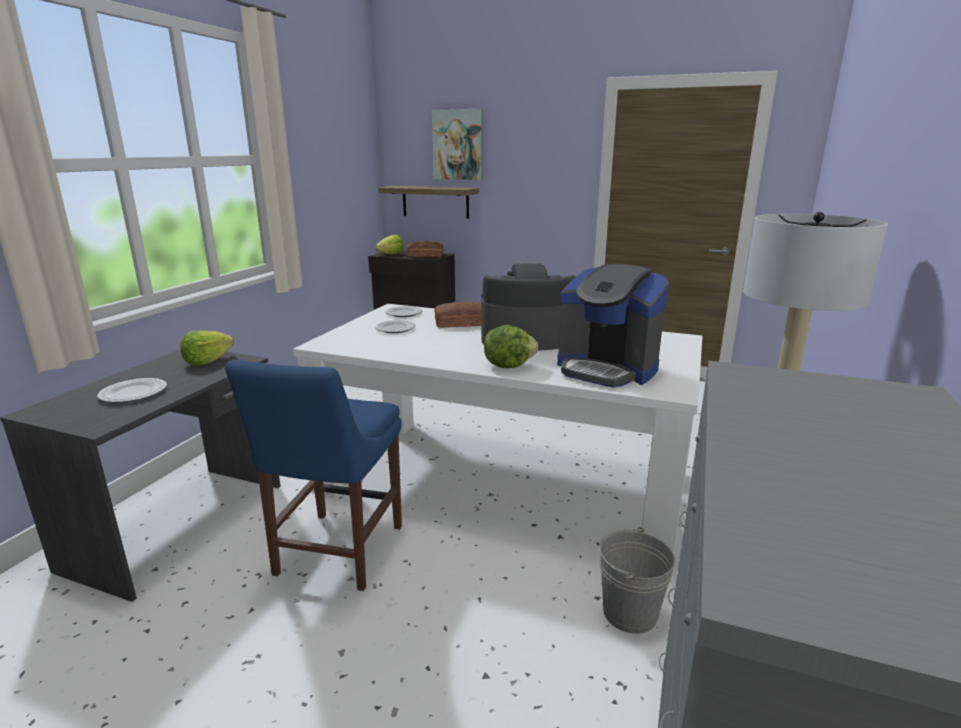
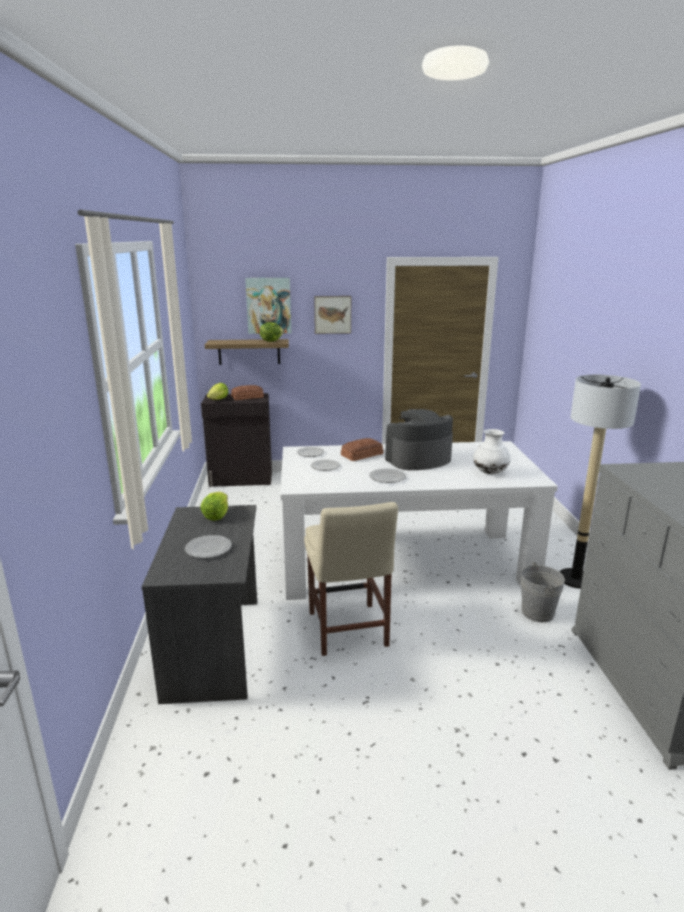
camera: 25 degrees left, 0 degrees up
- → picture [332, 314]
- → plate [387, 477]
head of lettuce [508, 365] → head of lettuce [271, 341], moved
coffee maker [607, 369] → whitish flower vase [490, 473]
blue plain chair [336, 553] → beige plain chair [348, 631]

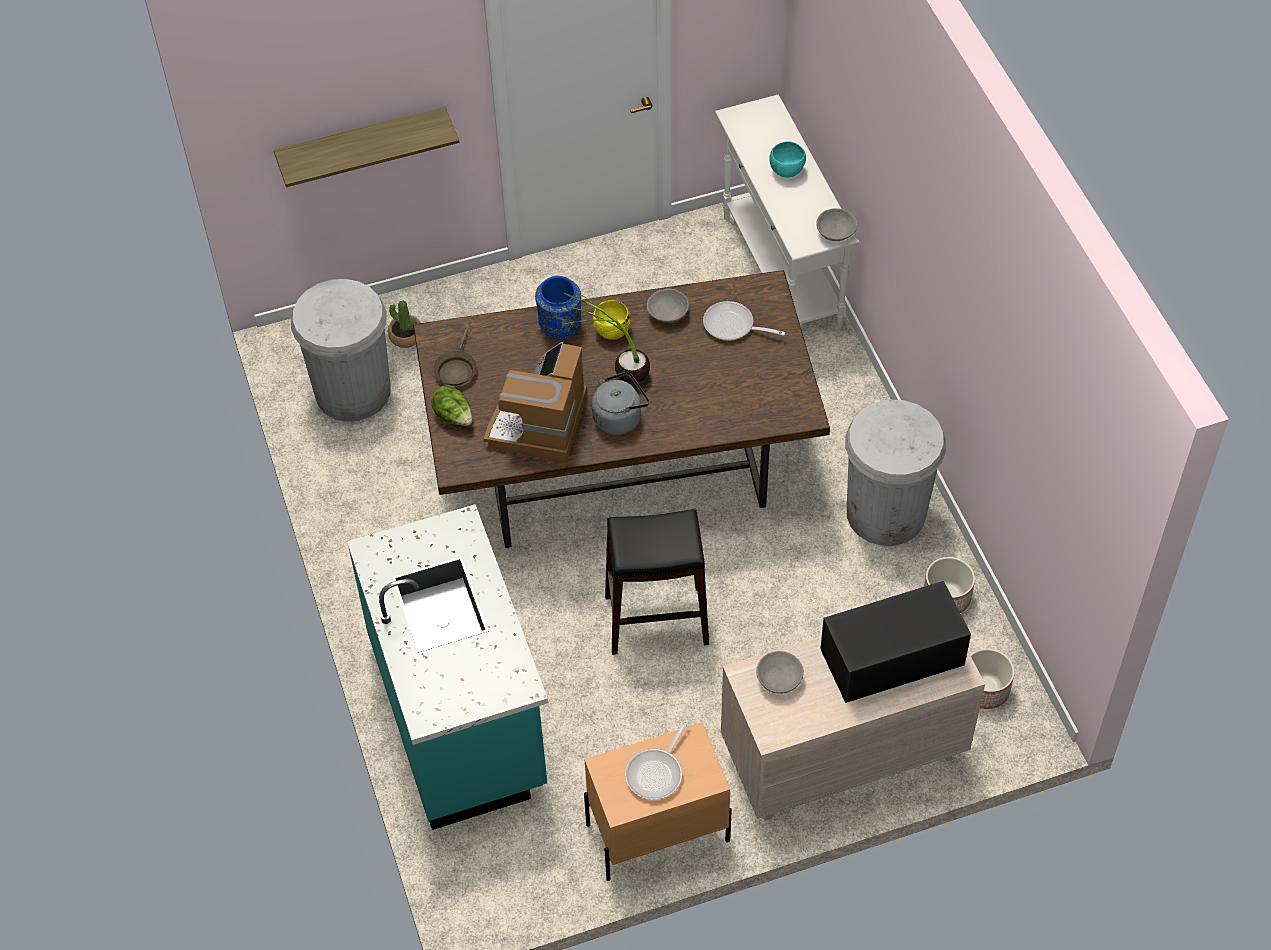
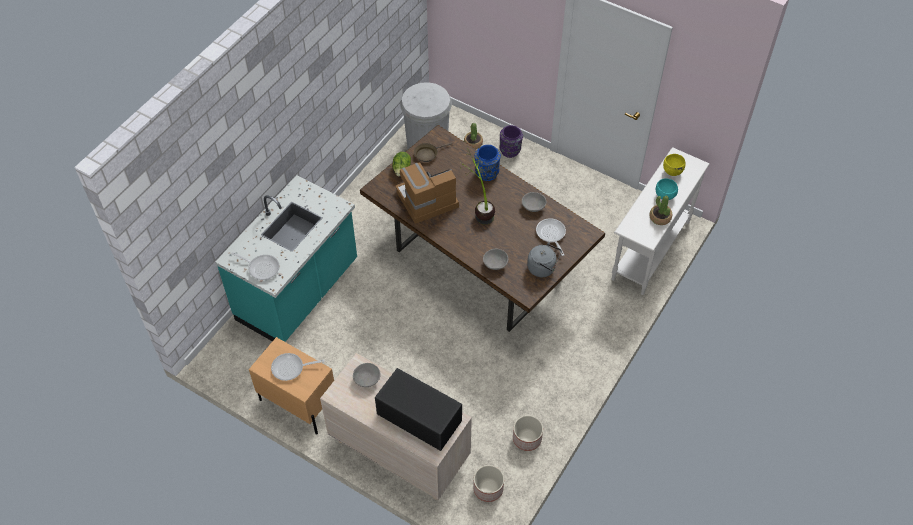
camera: 50 degrees right, 0 degrees up
wall shelf [362, 143] → -
black-coloured stool seat [656, 620] → -
whitish rubbish bin [886, 513] → -
- → skillet [261, 268]
- → purplish flower vase [510, 151]
- → houseplant [660, 217]
grey kettle [619, 418] → grey kettle [543, 268], moved
yellow-coloured serving bowl [612, 332] → yellow-coloured serving bowl [672, 171], moved
grey serving bowl [836, 233] → grey serving bowl [495, 264], moved

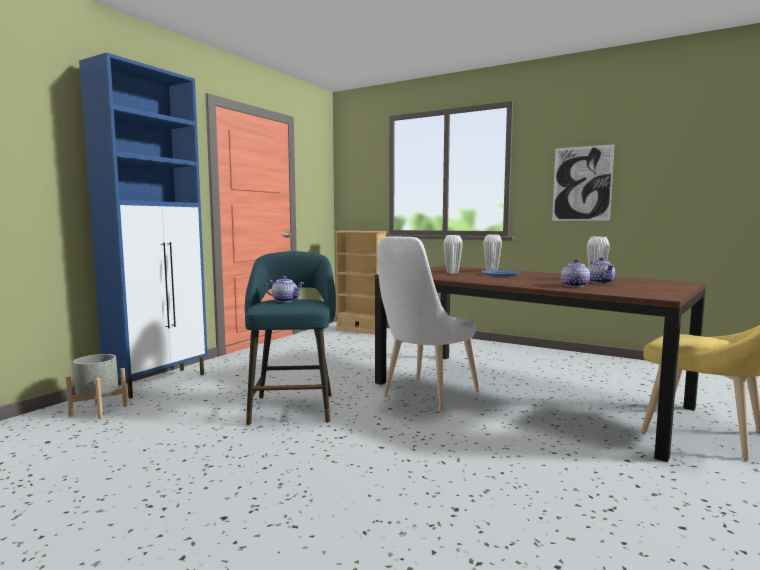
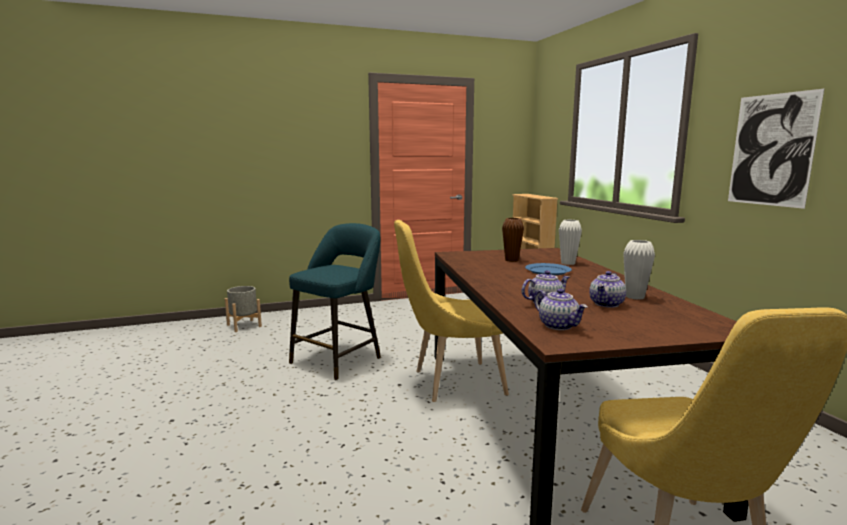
camera: 40 degrees right, 5 degrees up
blue cabinet [160, 382] → -
tea pot [285, 300] → tea pot [559, 325], moved
whitish plain chair [426, 395] → yellow-coloured plain chair [452, 383]
whitish flower vase [452, 273] → brown flower vase [511, 260]

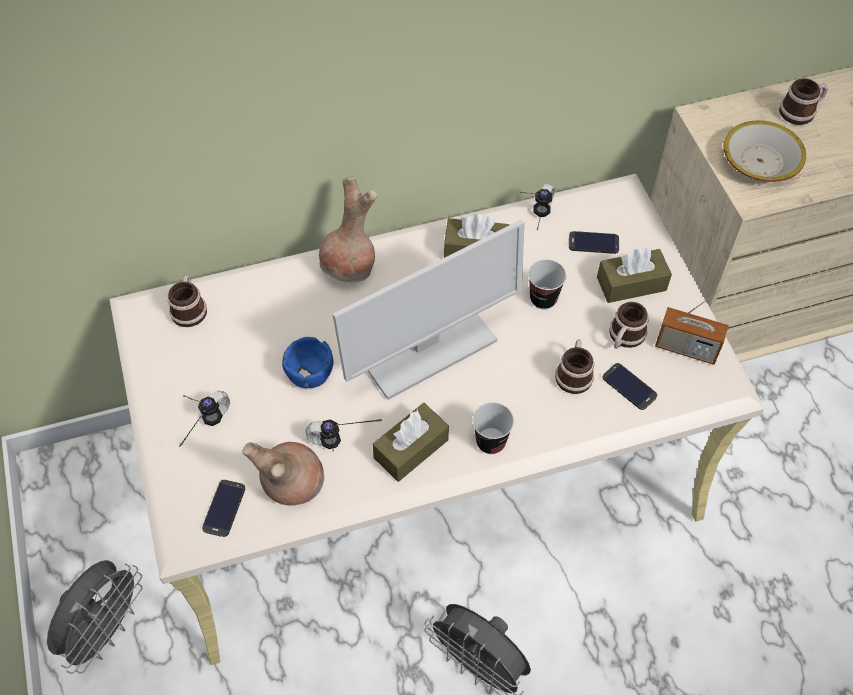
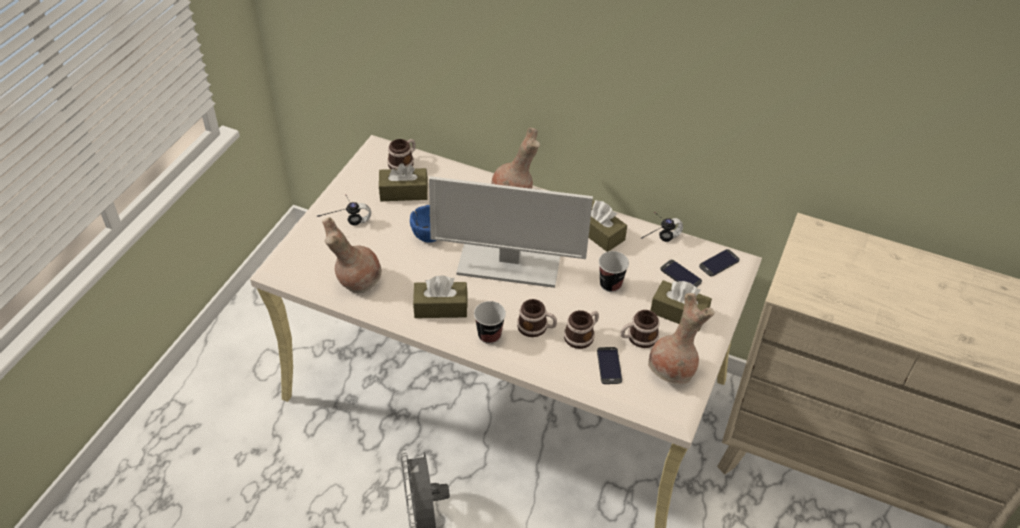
camera: 40 degrees right, 10 degrees down
grey electric fan [106, 630] → -
headphones [343, 449] → -
serving bowl [759, 161] → -
- → brown tissue box [403, 192]
handset [224, 508] → handset [719, 263], moved
coffee mug [801, 111] → coffee mug [536, 327], moved
radio set [686, 348] → brown flower vase [673, 371]

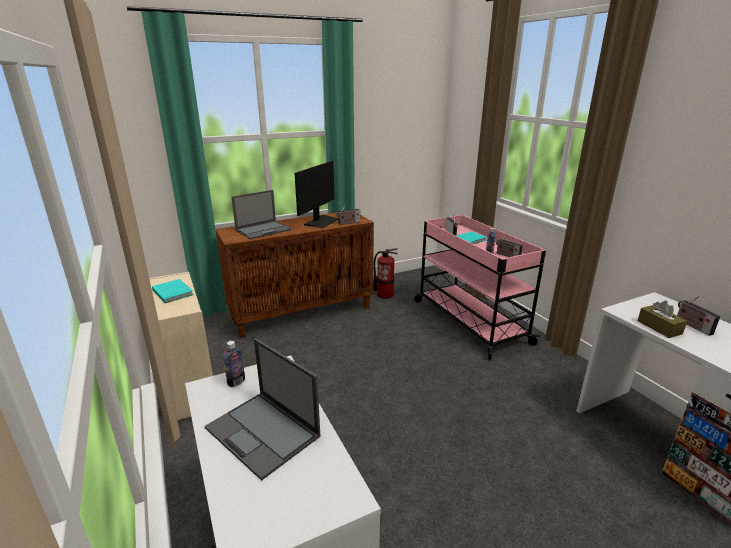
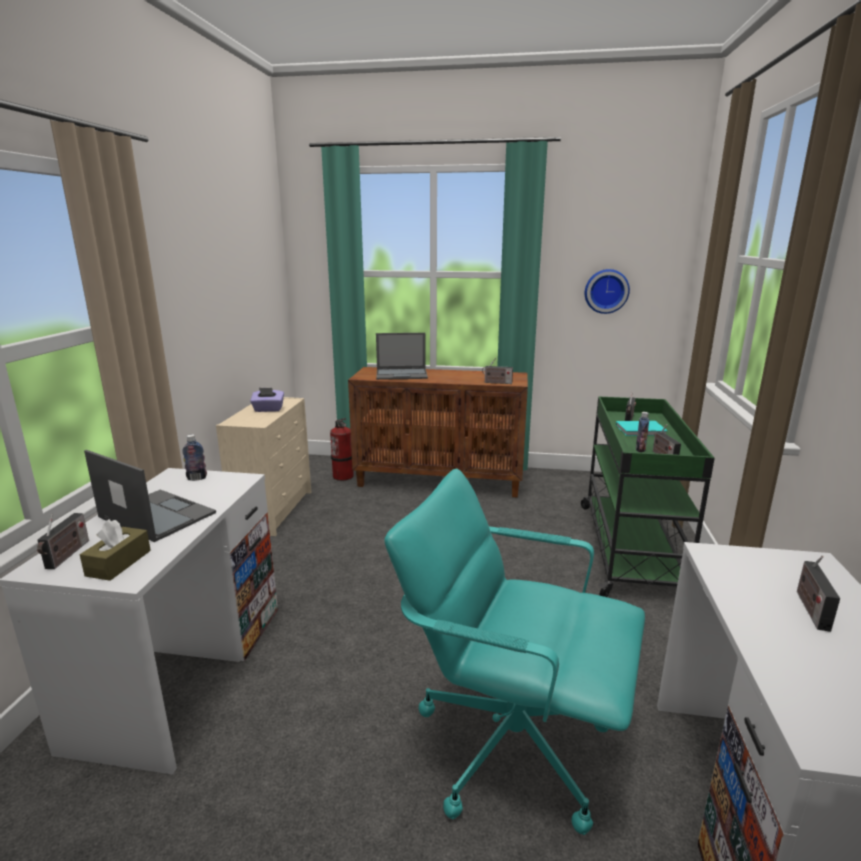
camera: 35 degrees right, 5 degrees down
computer display [321, 221] → -
- → radio set [67, 555]
- → turquoise computer chair [511, 742]
- → wall clock [606, 291]
extinguisher [385, 295] → extinguisher [343, 476], moved
brown tissue box [659, 327] → brown tissue box [119, 563], moved
turquoise bound book [173, 292] → purplish tissue box [268, 409]
pink wheeled cart [468, 321] → greenish wheeled cart [629, 548]
portable computer [263, 433] → portable computer [156, 515], 135 degrees clockwise

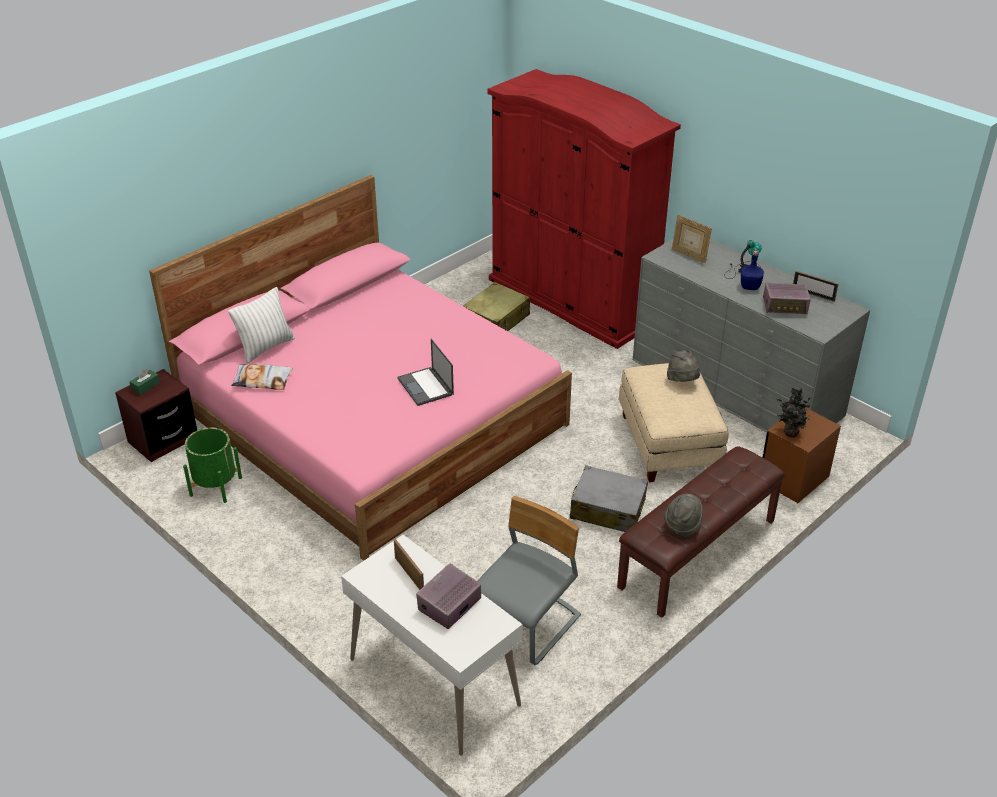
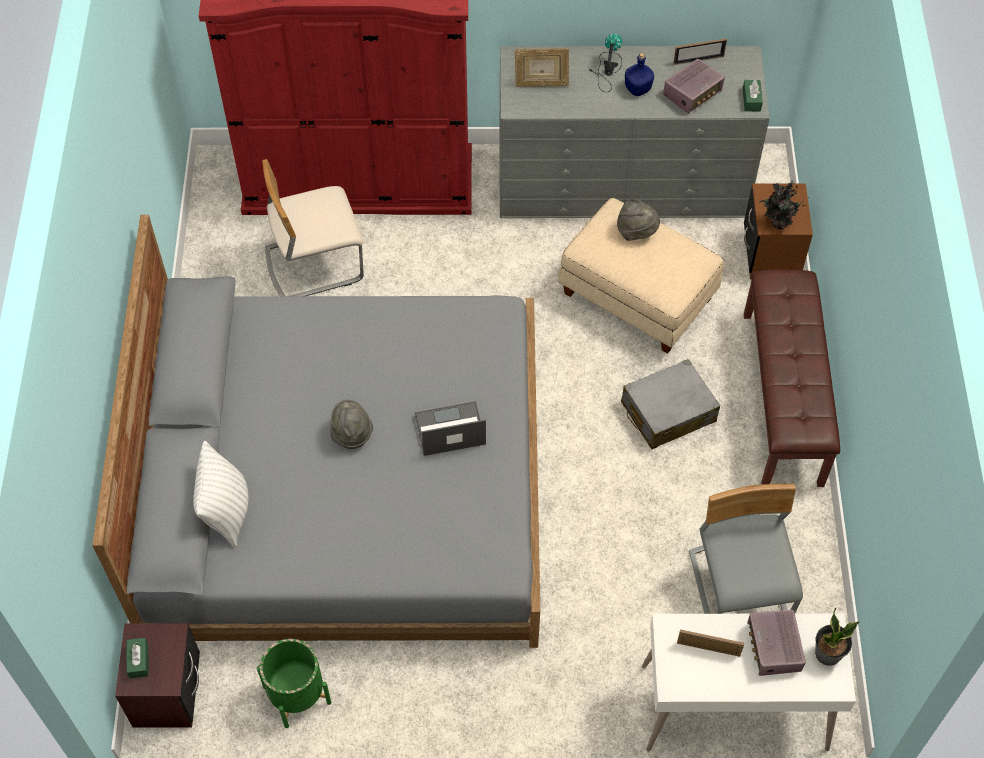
camera: 45 degrees left, 20 degrees up
cushion [262, 380] → -
- → greenish tissue box [751, 100]
- → houseplant [828, 654]
grey clothing hat [682, 526] → grey clothing hat [351, 434], moved
beige travel case [496, 319] → beige plain chair [314, 263]
pink bed [373, 419] → grey bed [347, 486]
portable computer [426, 387] → portable computer [449, 429], 150 degrees clockwise

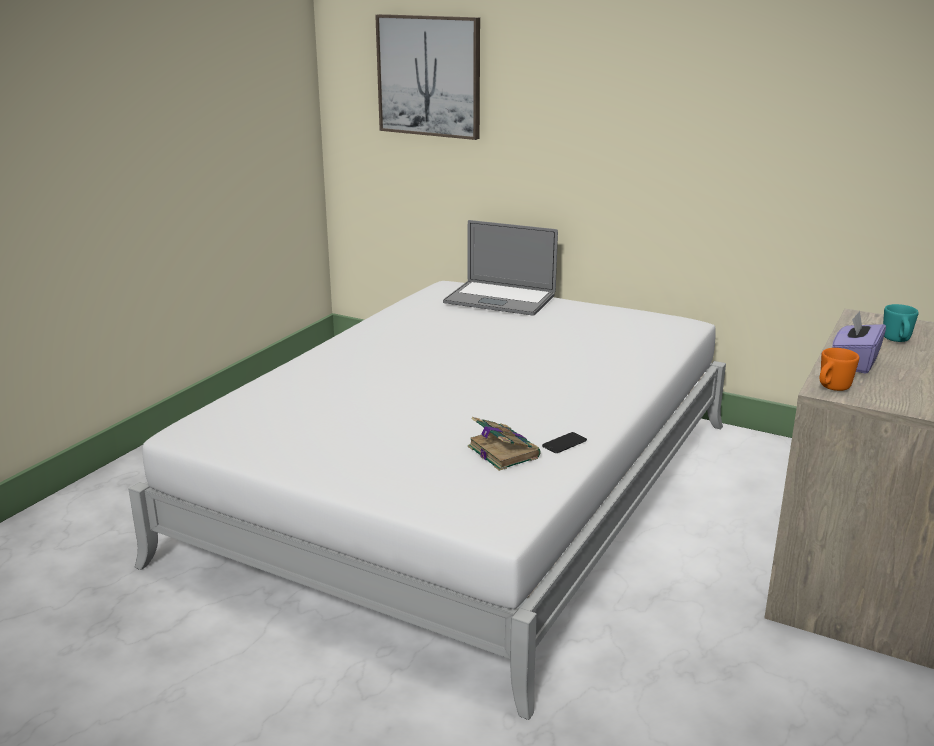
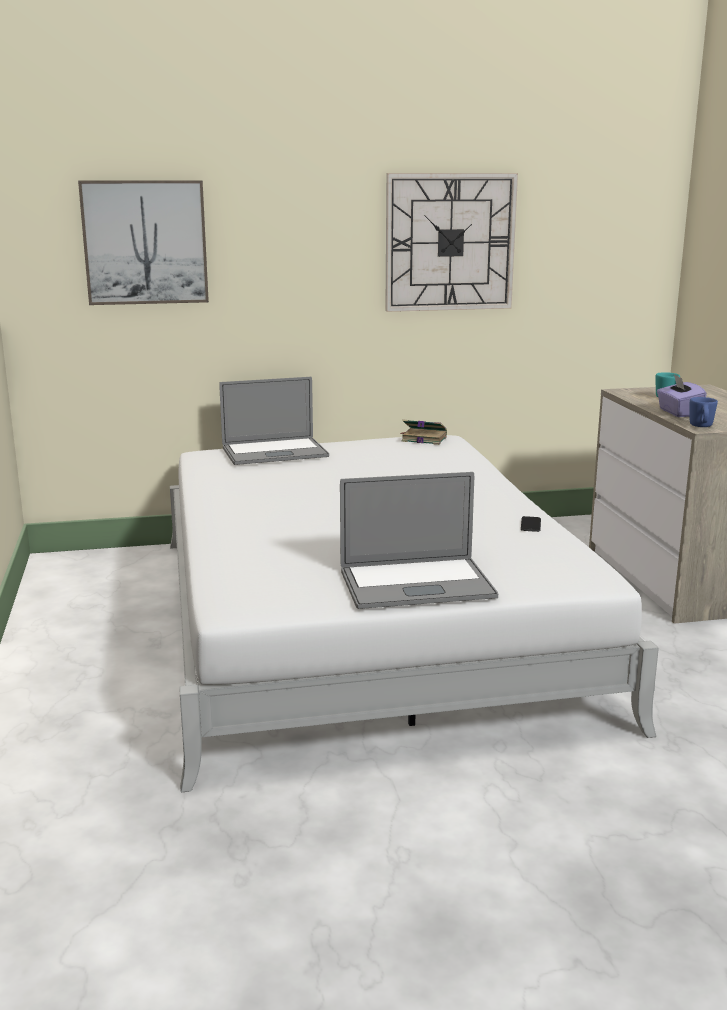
camera: 40 degrees left, 5 degrees down
- → portable computer [416, 584]
- → wall clock [450, 242]
bound book [502, 451] → bound book [423, 439], moved
orange-coloured coffee mug [831, 388] → blue coffee mug [701, 426]

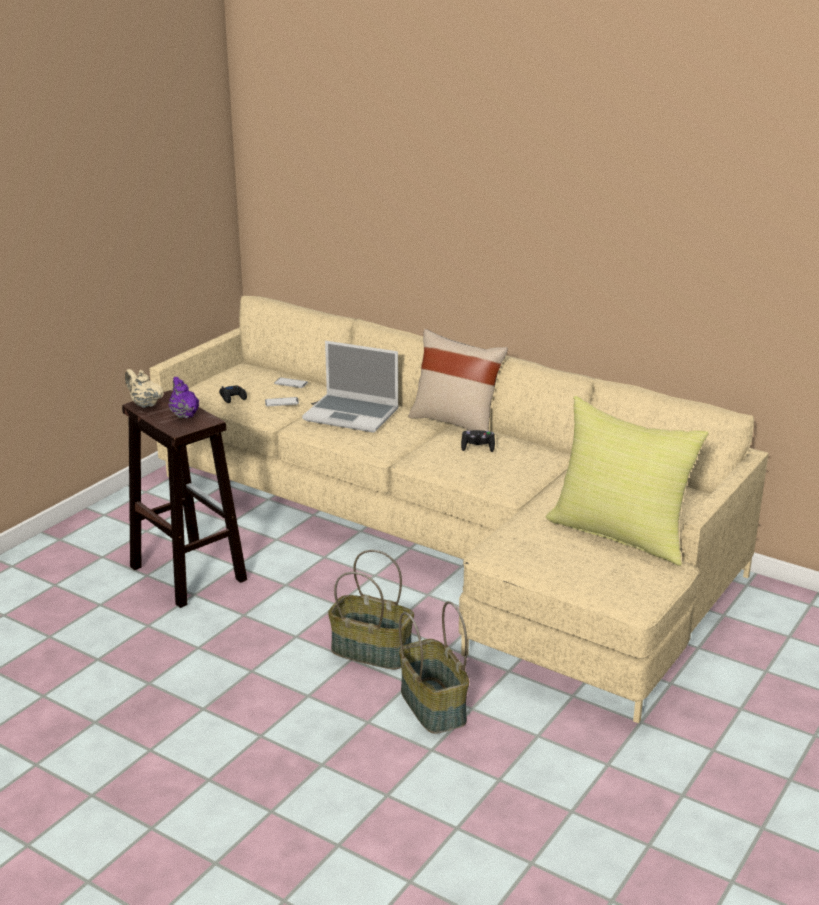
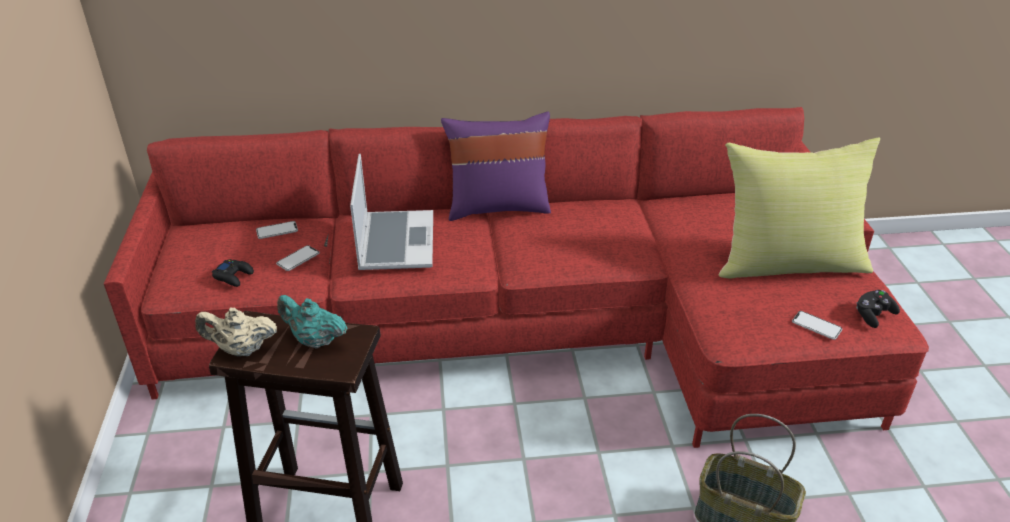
camera: 40 degrees left, 10 degrees up
storage basket [372, 651] → -
- → handset [816, 326]
black-coloured gamepad [478, 448] → black-coloured gamepad [873, 315], moved
beige settee [451, 541] → red-coloured settee [532, 328]
purplish tea pot [184, 414] → turquoise tea pot [314, 340]
beige cushion [456, 422] → purplish cushion [498, 207]
portable computer [353, 415] → portable computer [395, 241], 75 degrees counterclockwise

